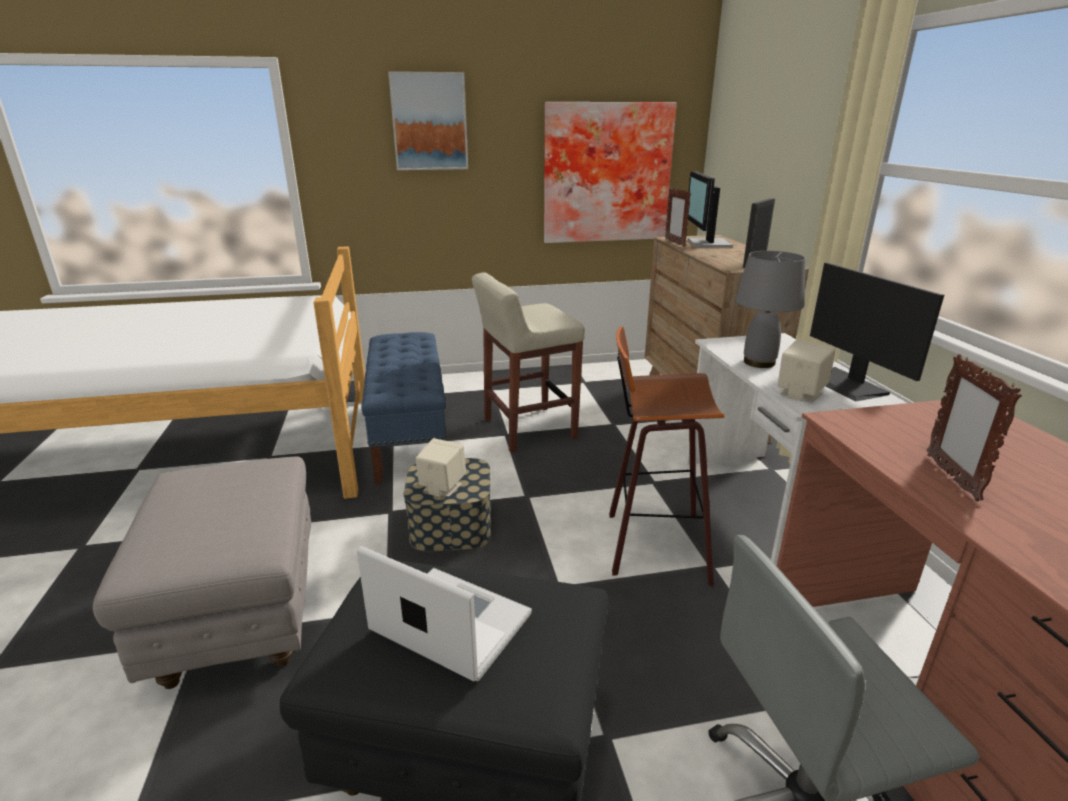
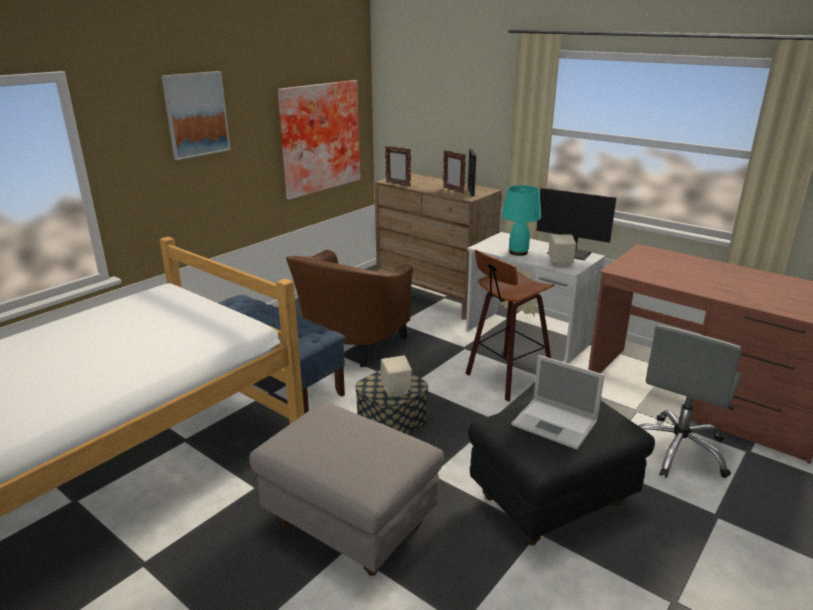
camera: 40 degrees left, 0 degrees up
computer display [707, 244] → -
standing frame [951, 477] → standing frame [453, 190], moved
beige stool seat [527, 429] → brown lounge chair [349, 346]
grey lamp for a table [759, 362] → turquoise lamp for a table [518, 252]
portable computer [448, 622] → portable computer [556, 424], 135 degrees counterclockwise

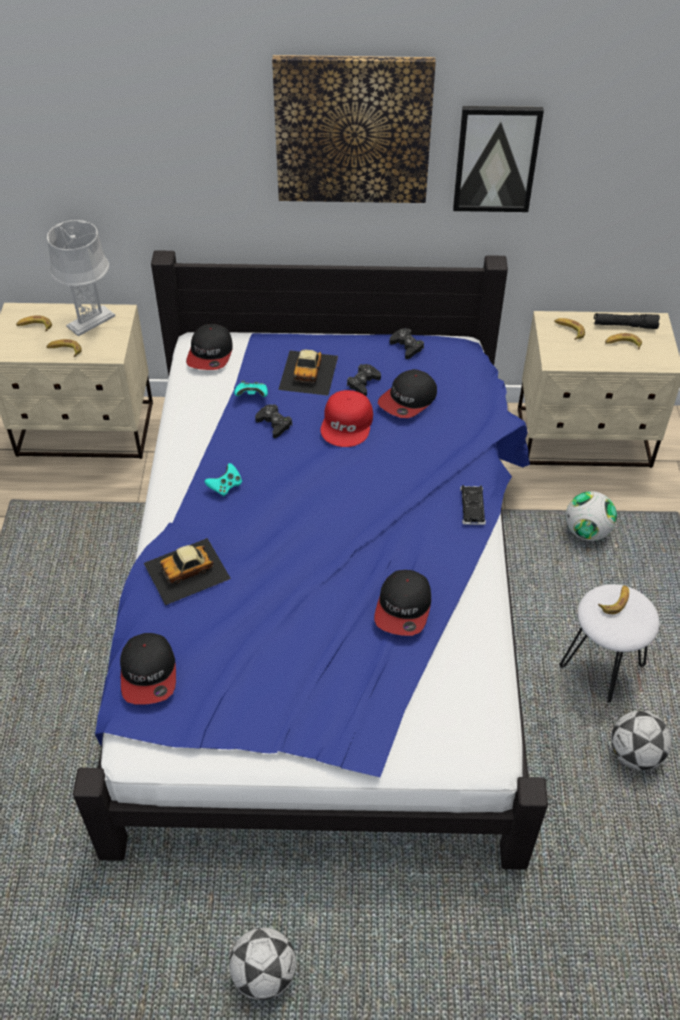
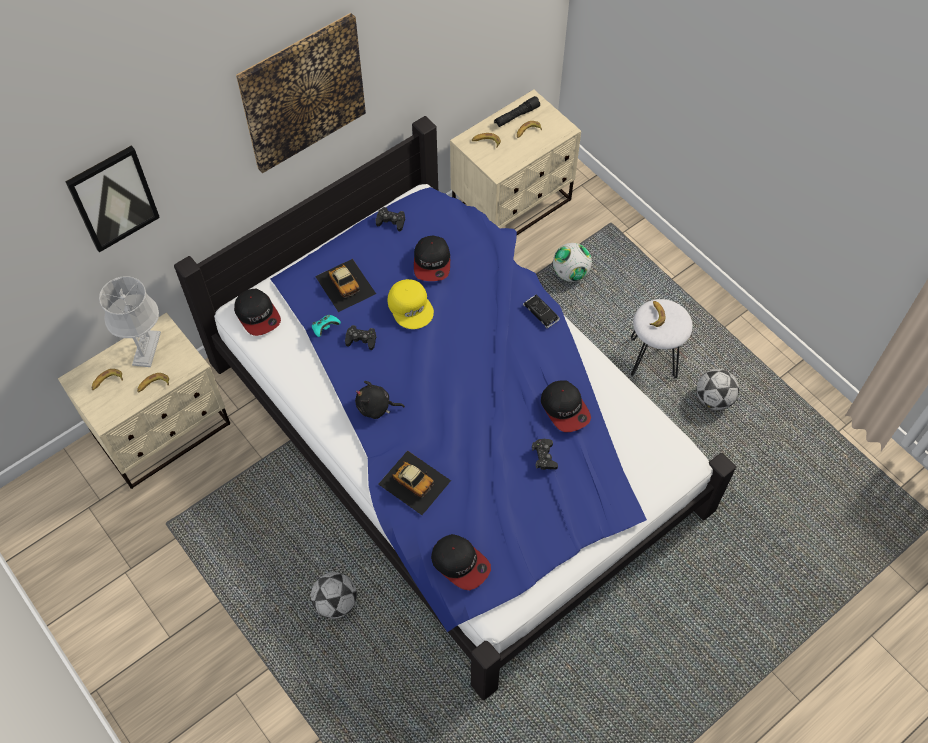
camera: 40 degrees left, 10 degrees up
football [264, 974] → football [336, 603], moved
black-coloured gamepad [363, 383] → black-coloured gamepad [544, 457], moved
picture [496, 159] → picture [113, 198], moved
turquoise gamepad [225, 486] → black-coloured soft toy [376, 407]
red-coloured cap [347, 424] → yellow-coloured cap [411, 306]
miniature car [187, 571] → miniature car [414, 481], 75 degrees counterclockwise

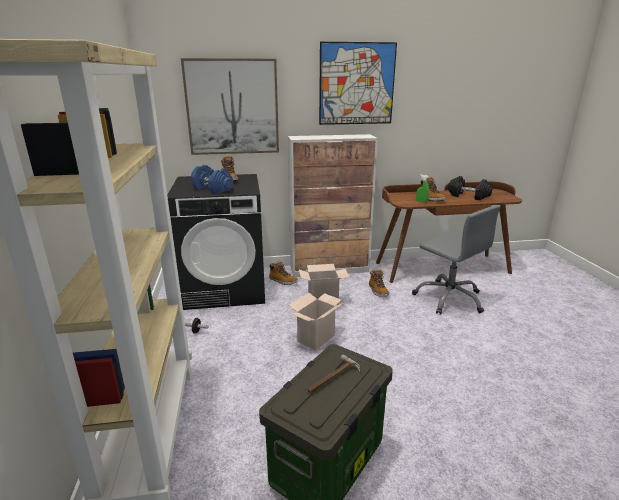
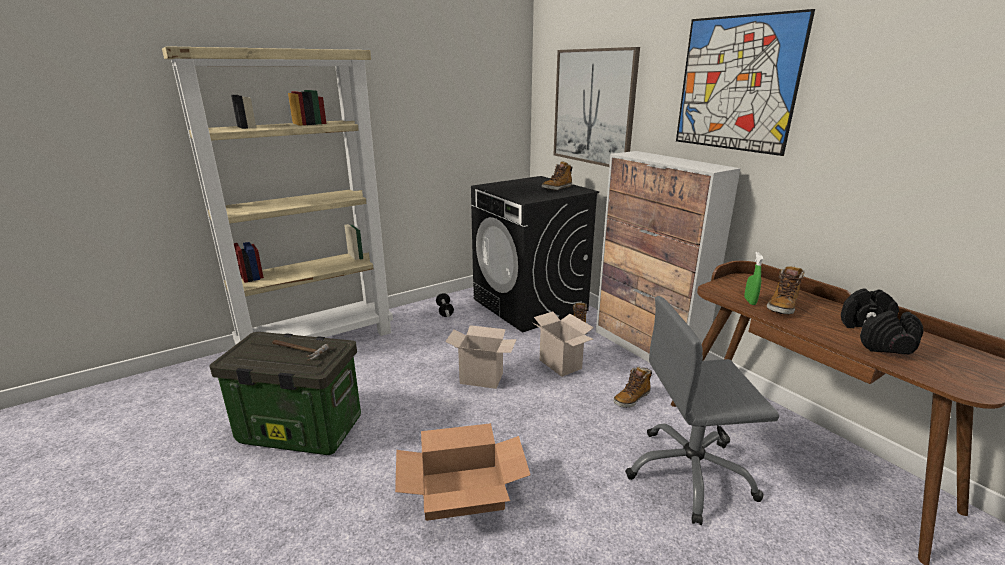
camera: 65 degrees right, 0 degrees up
blue dumbbell [213, 189] → -
- → cardboard box [462, 491]
grey computer chair [449, 298] → grey computer chair [689, 474], 60 degrees clockwise

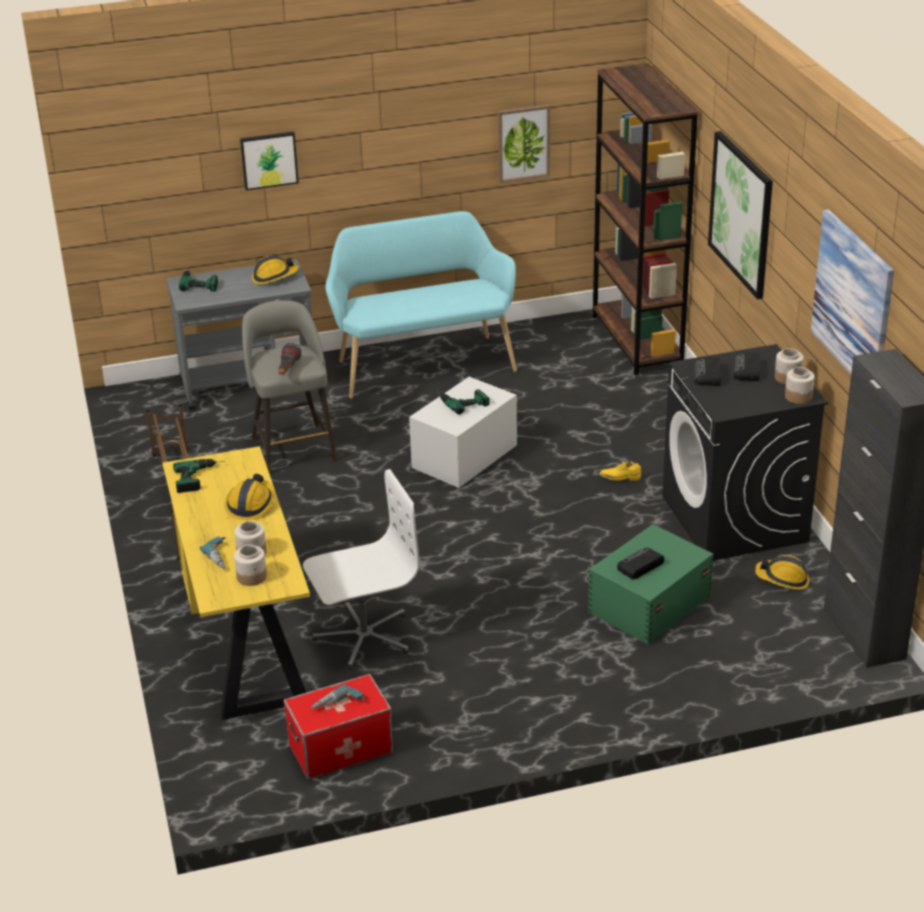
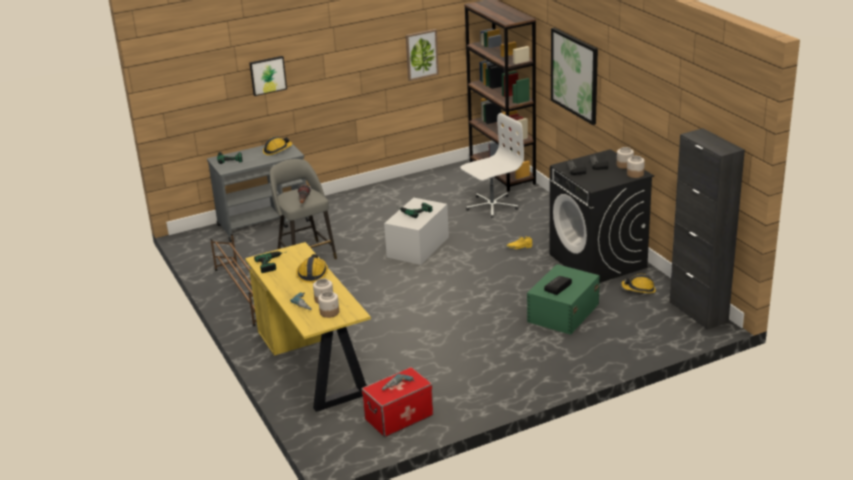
camera: 10 degrees left, 5 degrees down
turquoise indoor bench [422, 363] → -
picture [853, 301] → -
whitish computer chair [363, 637] → whitish computer chair [491, 206], moved

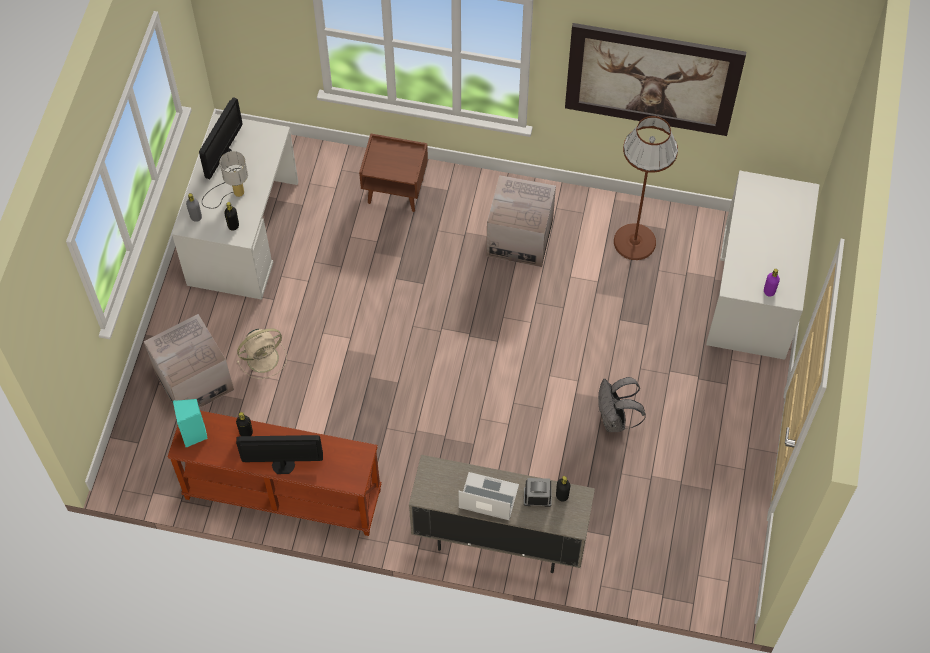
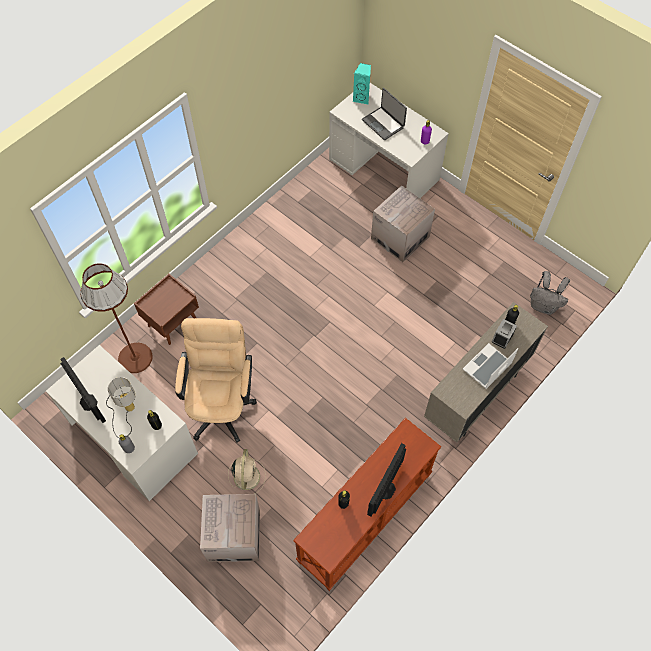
camera: 60 degrees left, 0 degrees up
picture [652, 79] → -
- → beige computer chair [221, 404]
- → portable computer [383, 123]
turquoise loudspeaker [194, 434] → turquoise loudspeaker [362, 98], moved
cardboard box [519, 238] → cardboard box [400, 237], moved
grey backpack [615, 420] → grey backpack [543, 306], moved
brown floor lamp [635, 241] → brown floor lamp [135, 357], moved

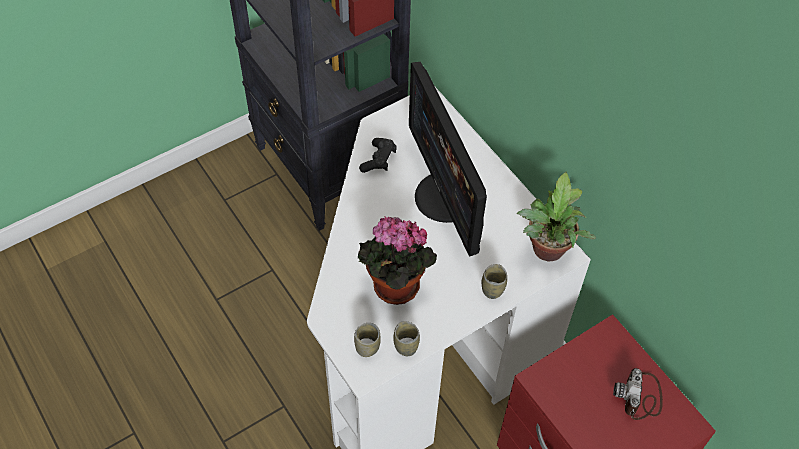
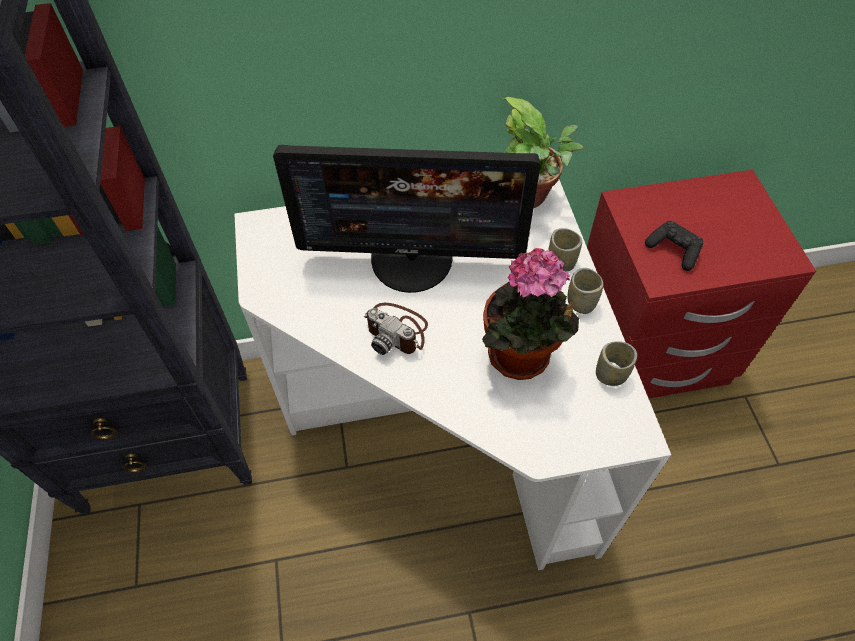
camera: 65 degrees left, 0 degrees up
small cup [367, 347] → small cup [581, 303], moved
black-coloured gamepad [378, 160] → black-coloured gamepad [673, 250], moved
still camera [640, 397] → still camera [397, 330], moved

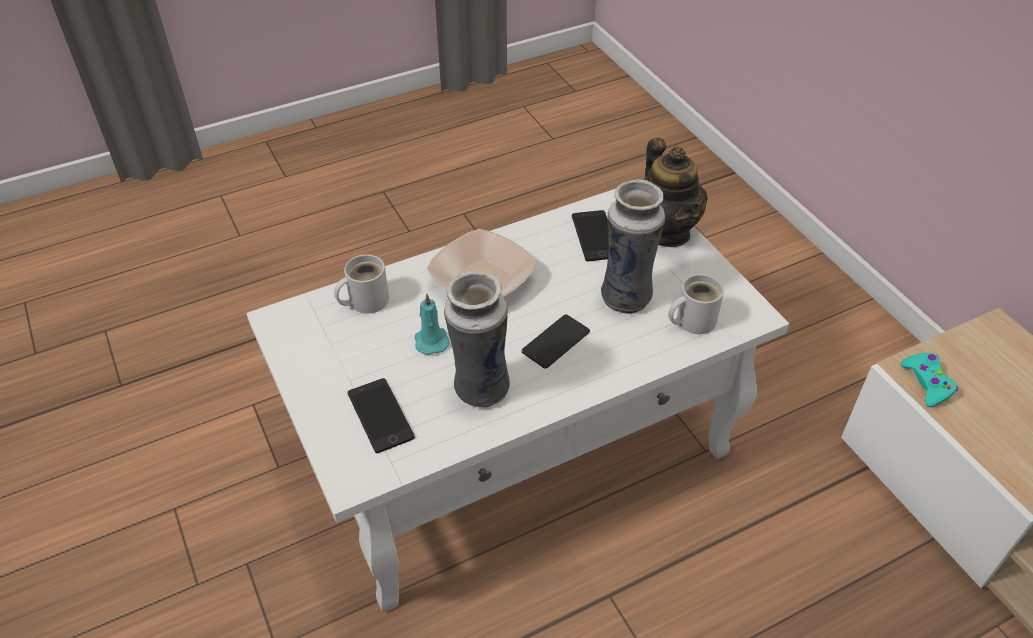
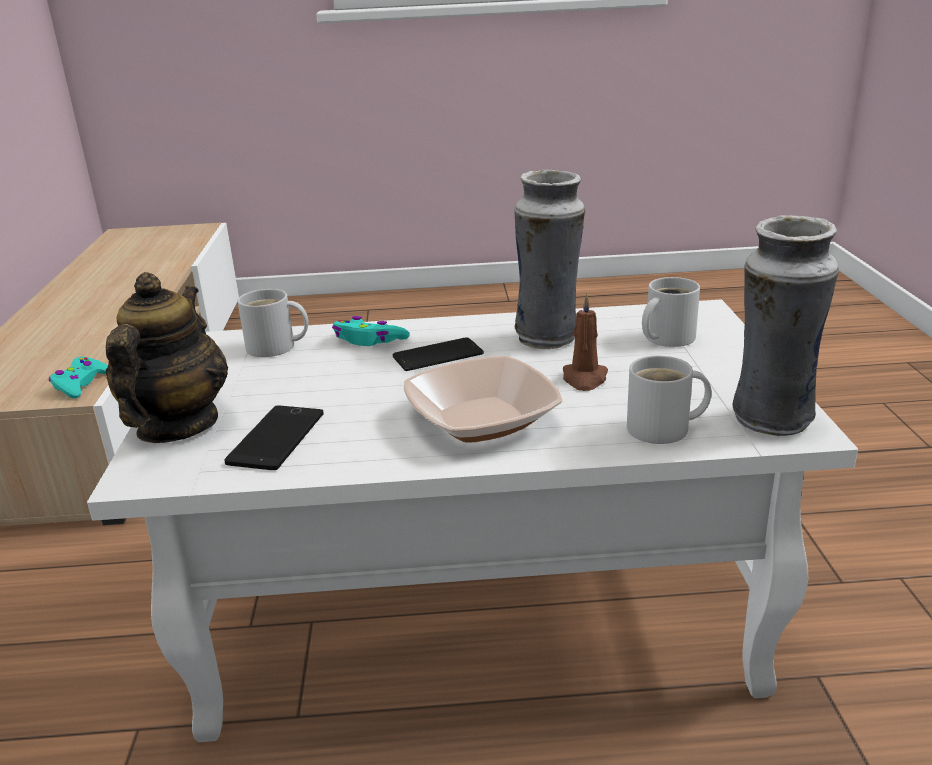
camera: 155 degrees left, 20 degrees down
- → turquoise gamepad [369, 341]
flower vase [626, 297] → flower vase [770, 421], moved
handset [380, 415] → whitish coffee mug [665, 338]
turquoise wax light [431, 340] → brown wax light [584, 379]

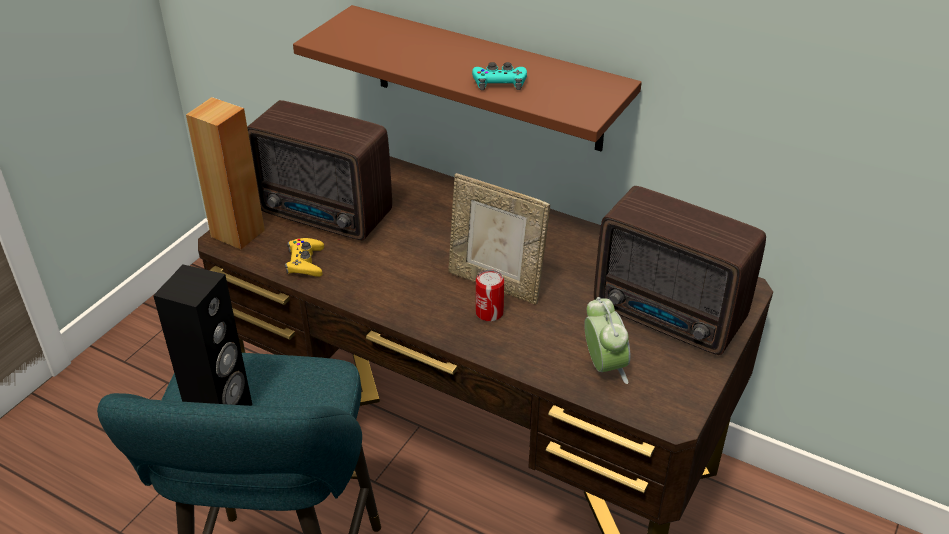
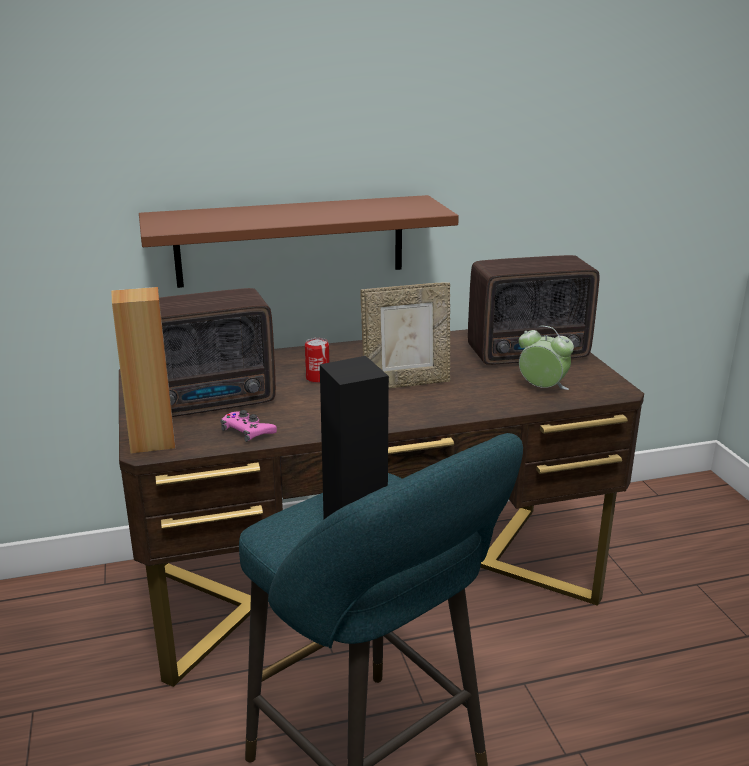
camera: 45 degrees left, 15 degrees down
turquoise gamepad [499, 82] → -
sealed can [489, 313] → sealed can [317, 378], moved
yellow-coloured gamepad [305, 262] → pink gamepad [247, 431]

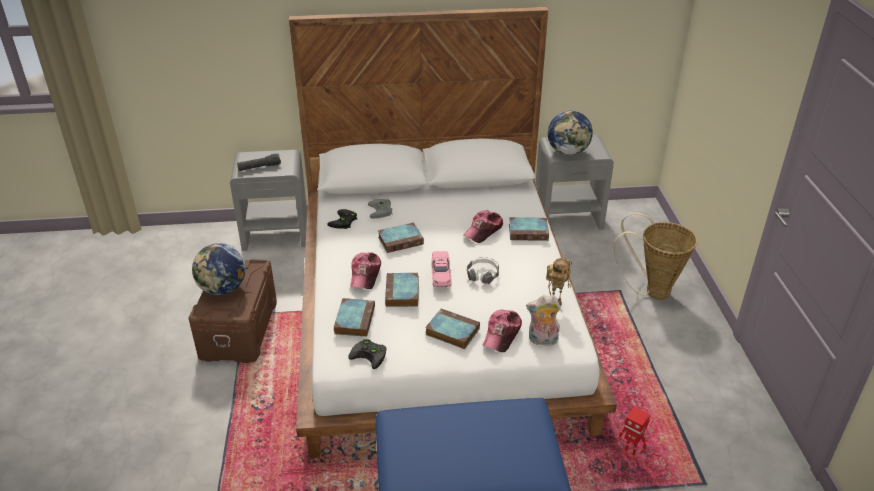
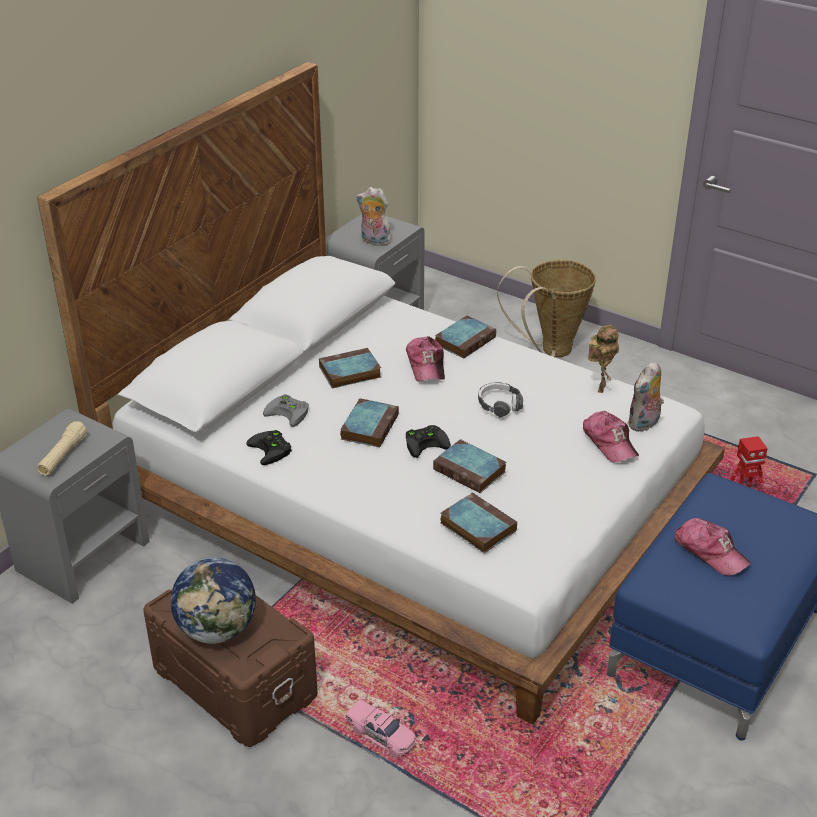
camera: 50 degrees left, 0 degrees up
black-coloured gamepad [370, 355] → black-coloured gamepad [427, 442], moved
cap [365, 275] → cap [710, 551], moved
bound book [451, 331] → bound book [349, 373], moved
pink miniature car [441, 275] → pink miniature car [381, 735], moved
globe [568, 152] → soft toy [374, 241]
black-coloured hand torch [259, 167] → beige hand torch [63, 456]

